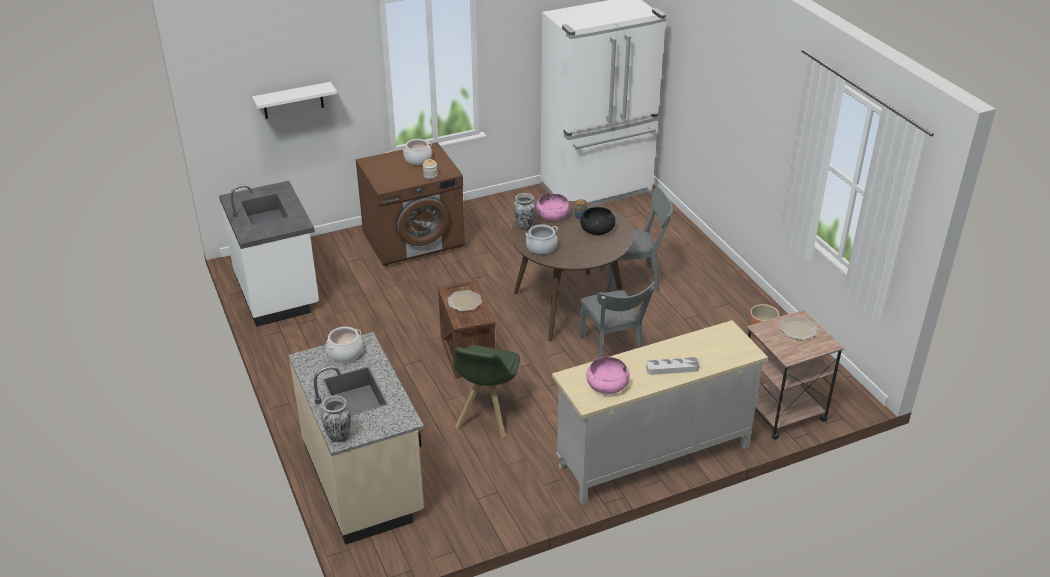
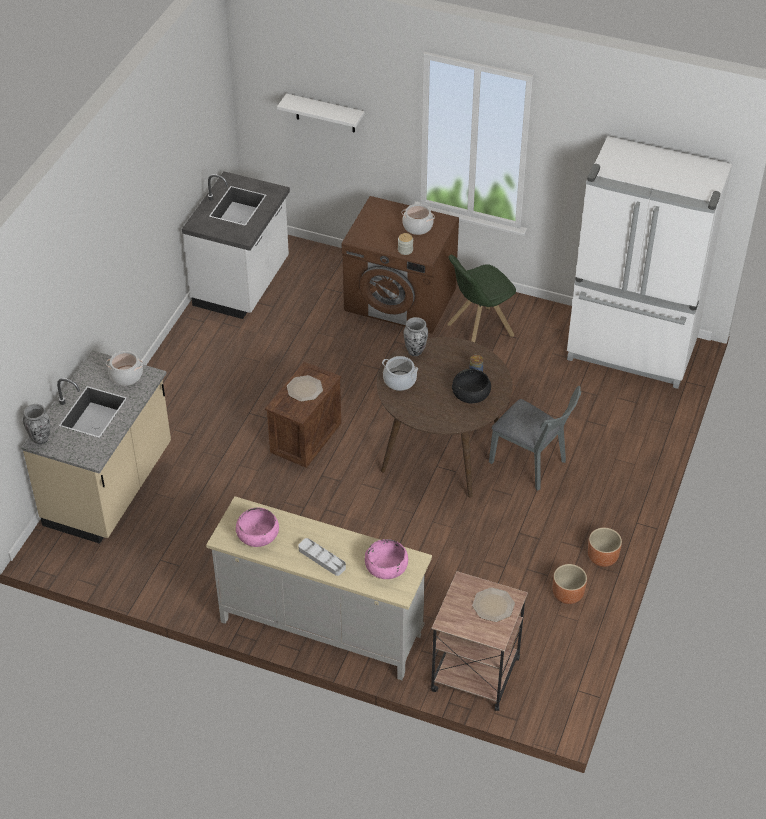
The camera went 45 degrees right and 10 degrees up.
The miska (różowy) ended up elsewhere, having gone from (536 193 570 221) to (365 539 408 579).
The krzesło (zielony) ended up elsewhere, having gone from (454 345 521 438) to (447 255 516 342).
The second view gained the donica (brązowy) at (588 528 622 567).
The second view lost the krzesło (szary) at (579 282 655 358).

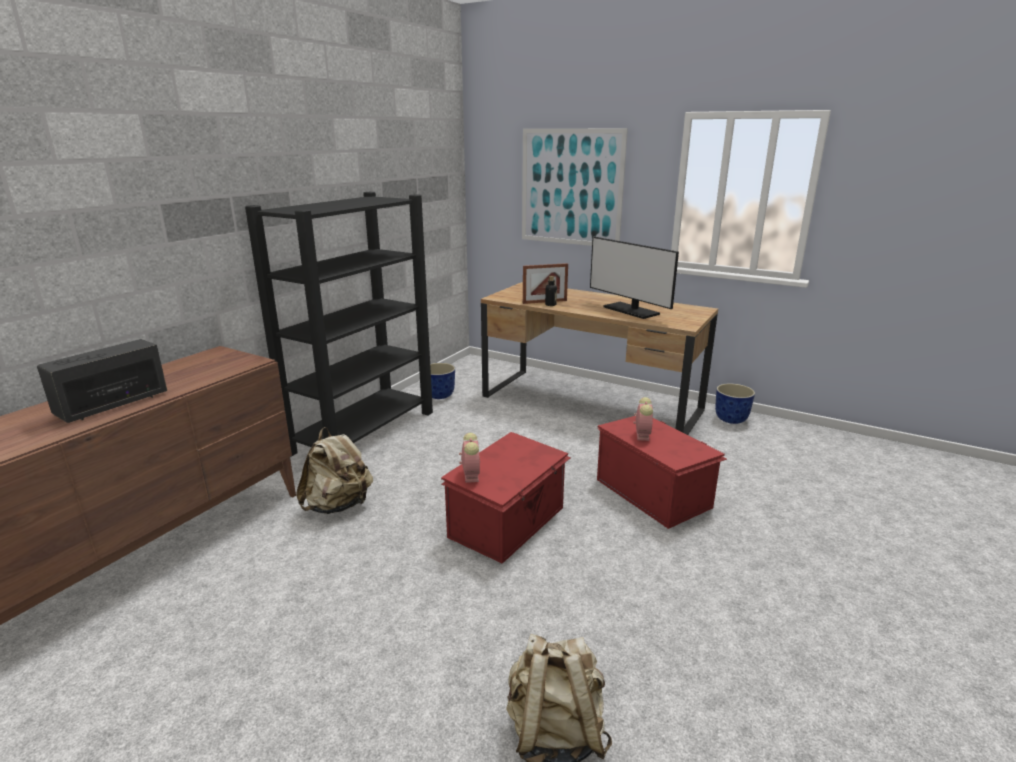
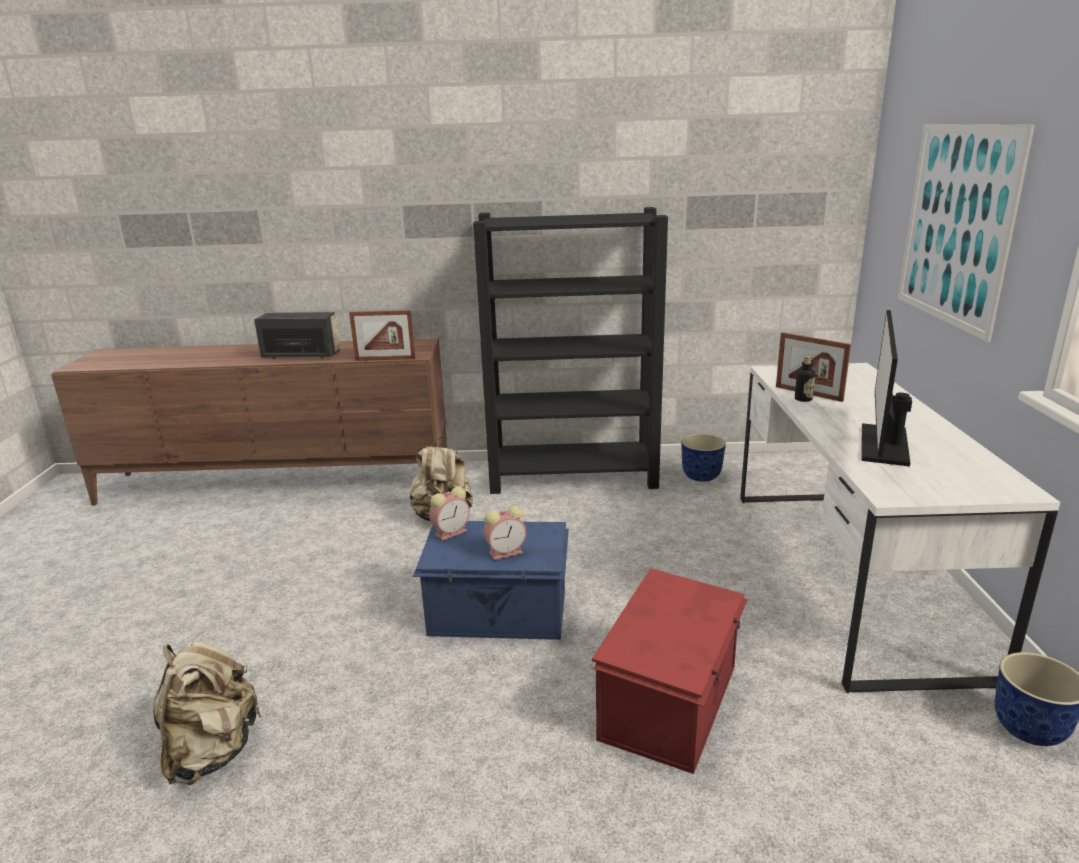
The camera went 60 degrees right and 0 degrees up.
The second view gained the ramka na zdjęcie at (349 310 416 361).
What was the pojemnik do przechowywania (czerwony) at (441 432 571 564) turned into the pojemnik do przechowywania (niebieski) at (413 521 569 640).
The budzik ended up elsewhere, having gone from (633 397 653 441) to (483 506 526 560).
What was the biurko (brązowy) at (481 282 718 435) turned into the biurko (biały) at (740 363 1060 693).

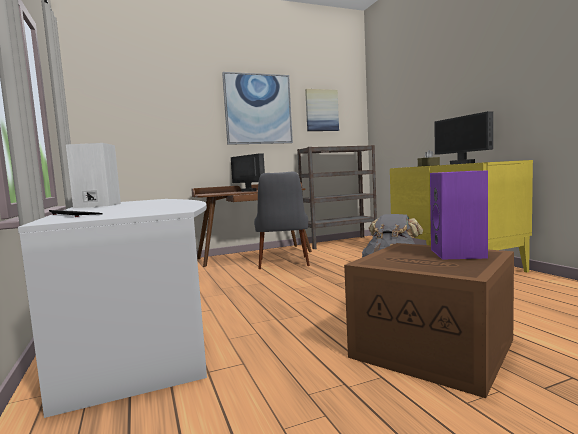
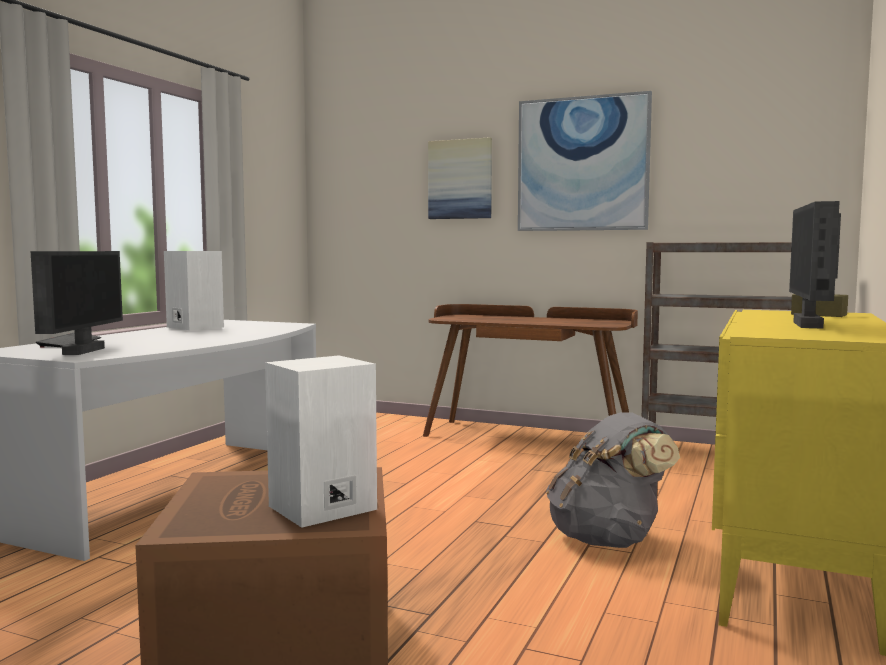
The camera went 45 degrees right and 0 degrees up.
The monitor ended up elsewhere, having gone from (231 154 265 192) to (30 251 123 355).
What was the głośnik (fioletowy) at (430 171 488 260) turned into the głośnik (biały) at (265 355 377 528).
The obraz ended up elsewhere, having gone from (305 89 339 131) to (428 137 492 219).
The second view lost the krzesło (szary) at (254 172 310 269).

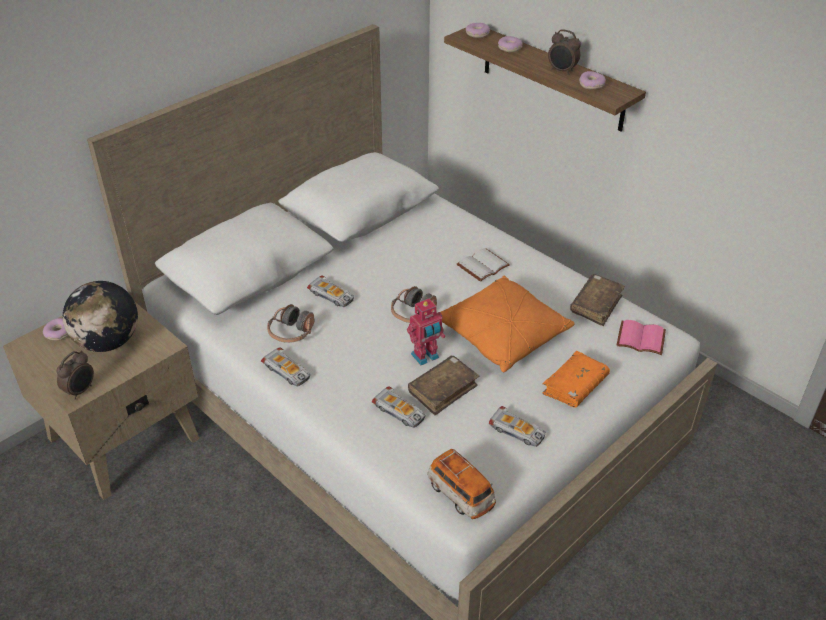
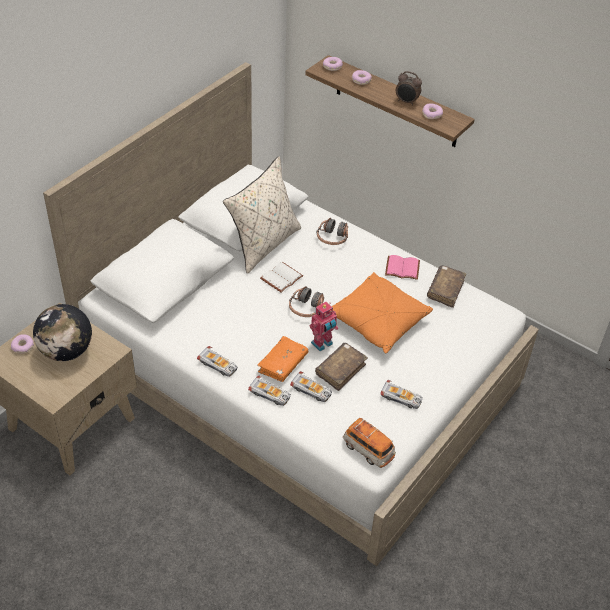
The camera went 10 degrees left and 5 degrees up.
The second view gained the poduszka (beżowy) at (223 156 301 274).
The samochodzik ended up elsewhere, having gone from (307 275 354 307) to (248 376 291 406).
The książka (pomarańczowy) ended up elsewhere, having gone from (542 351 610 408) to (257 336 308 382).
The książka (biały) ended up elsewhere, having gone from (457 248 510 282) to (260 262 303 292).
The słuchawki ended up elsewhere, having gone from (267 304 315 343) to (316 218 348 245).
The książka (różowy) ended up elsewhere, having gone from (617 320 666 355) to (385 255 420 280).
The second view lost the budzik at (57 351 94 399).

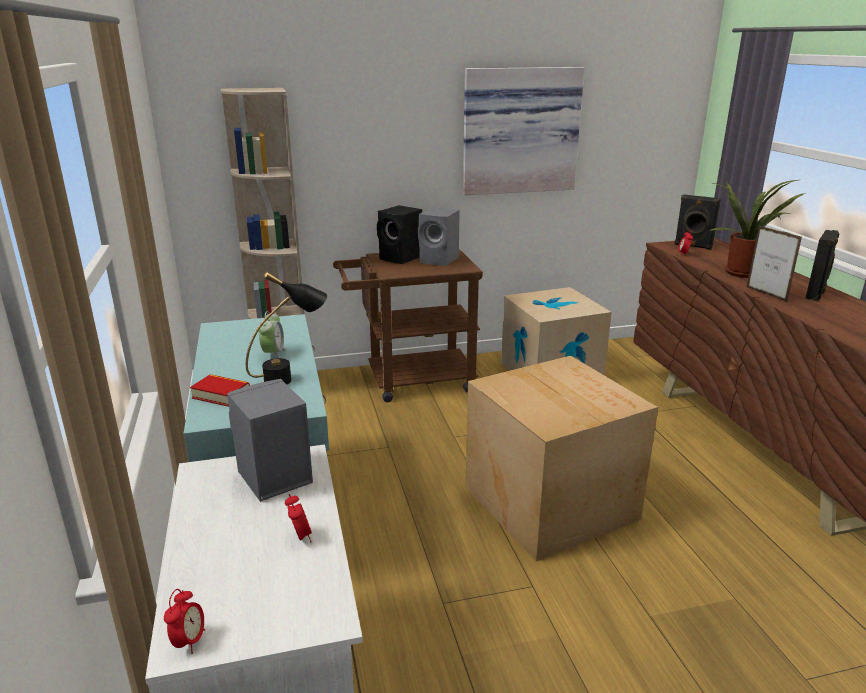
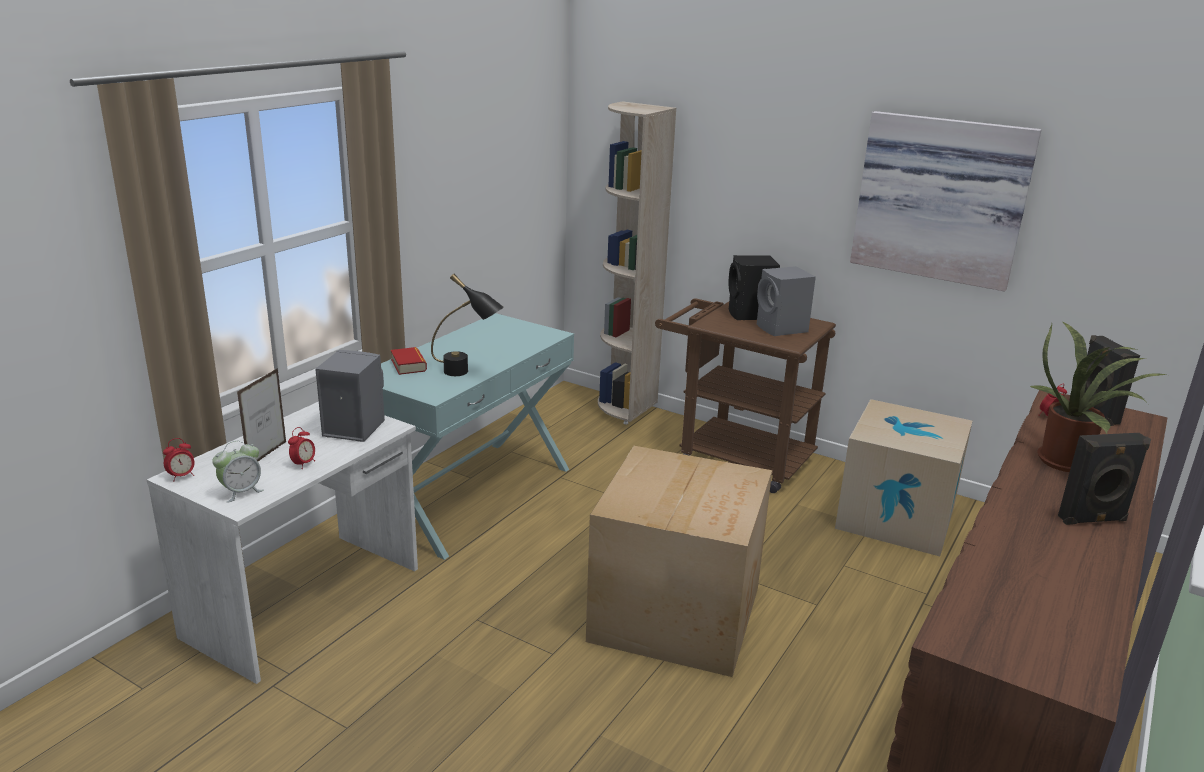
The camera went 45 degrees right and 0 degrees up.
The budzik ended up elsewhere, having gone from (259 311 286 358) to (212 441 264 503).
The ramka na zdjęcie ended up elsewhere, having gone from (747 226 802 302) to (237 368 287 461).

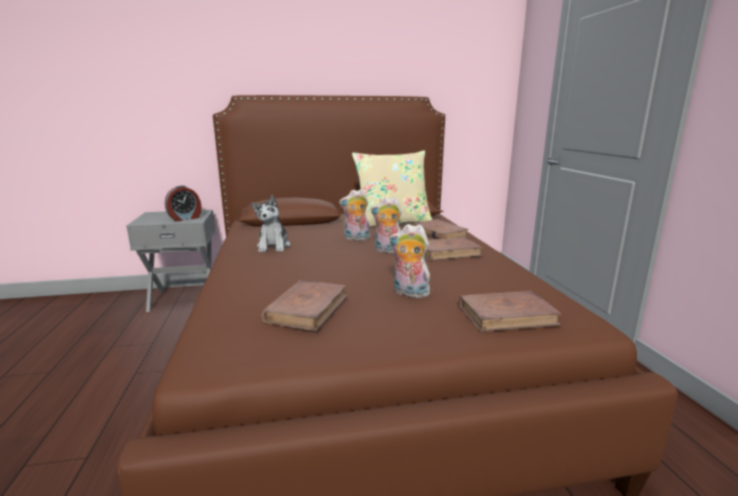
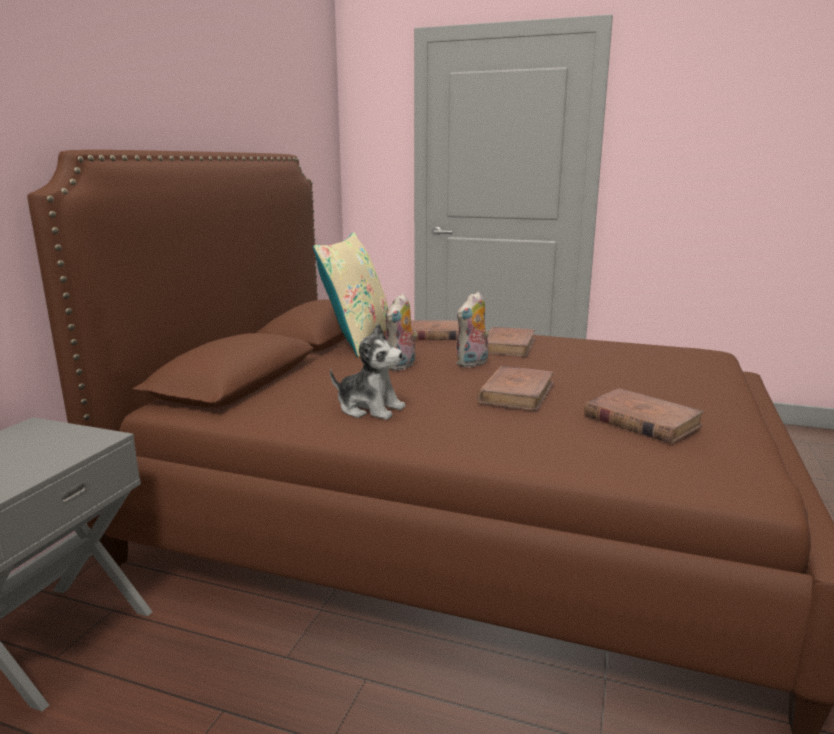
The camera went 60 degrees left and 0 degrees up.
The książka (brązowy) ended up elsewhere, having gone from (459 291 562 332) to (477 366 554 411).
The second view lost the budzik at (165 186 202 221).
The second view lost the pluszak at (389 224 430 298).

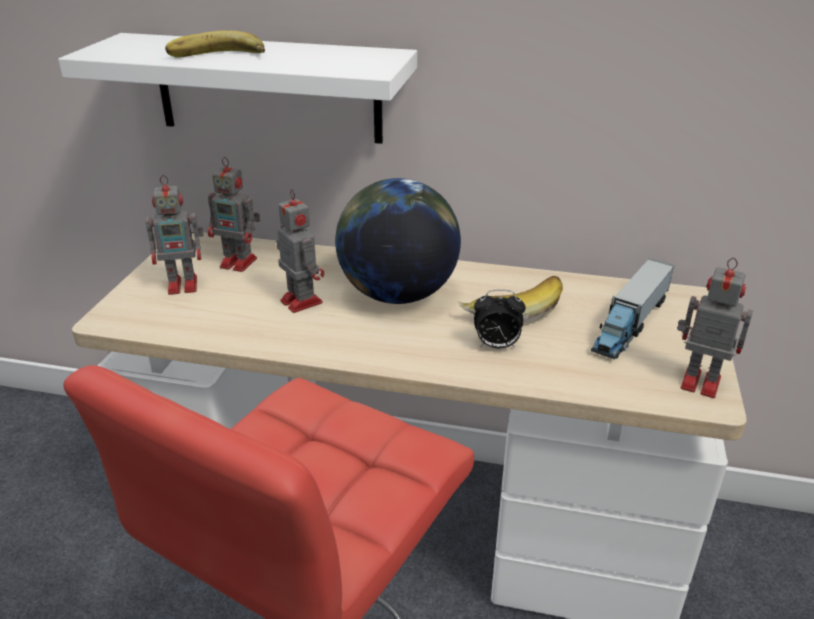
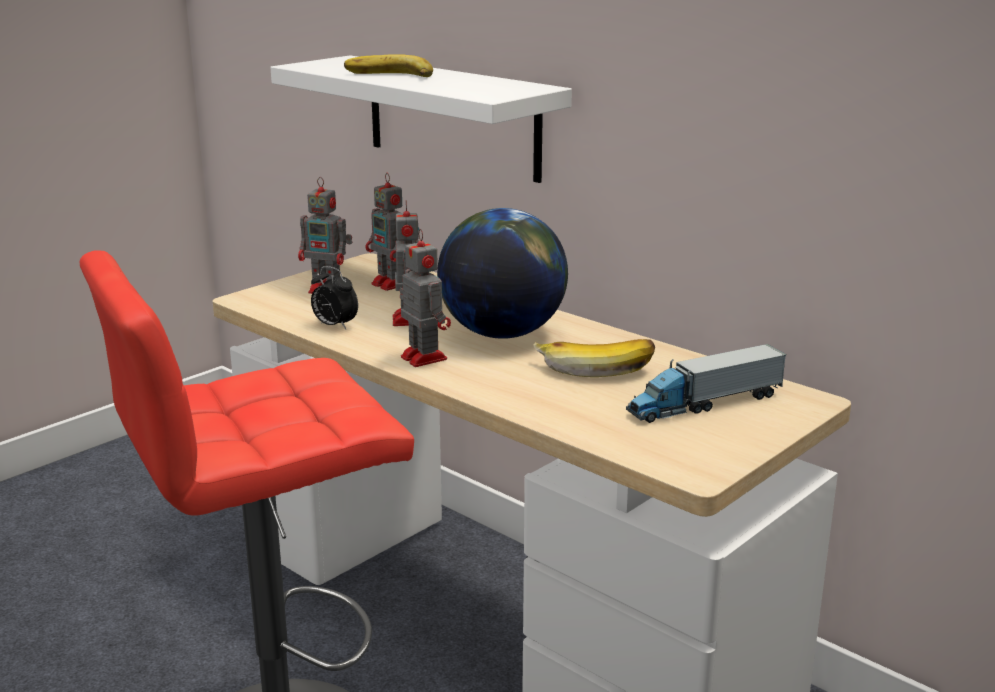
The camera went 30 degrees right and 10 degrees down.
The budzik ended up elsewhere, having gone from (474 289 526 348) to (311 266 358 329).
The robot zabawkowy ended up elsewhere, having gone from (677 258 753 398) to (400 229 451 367).

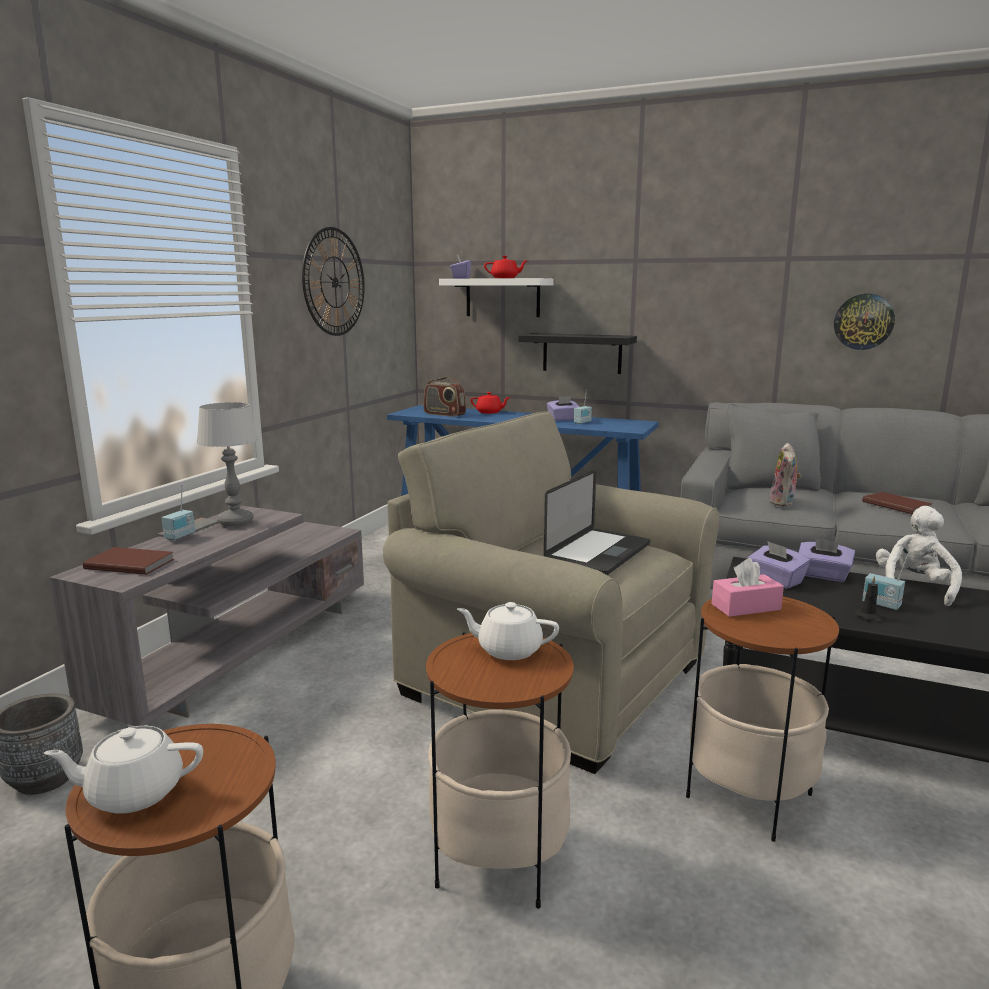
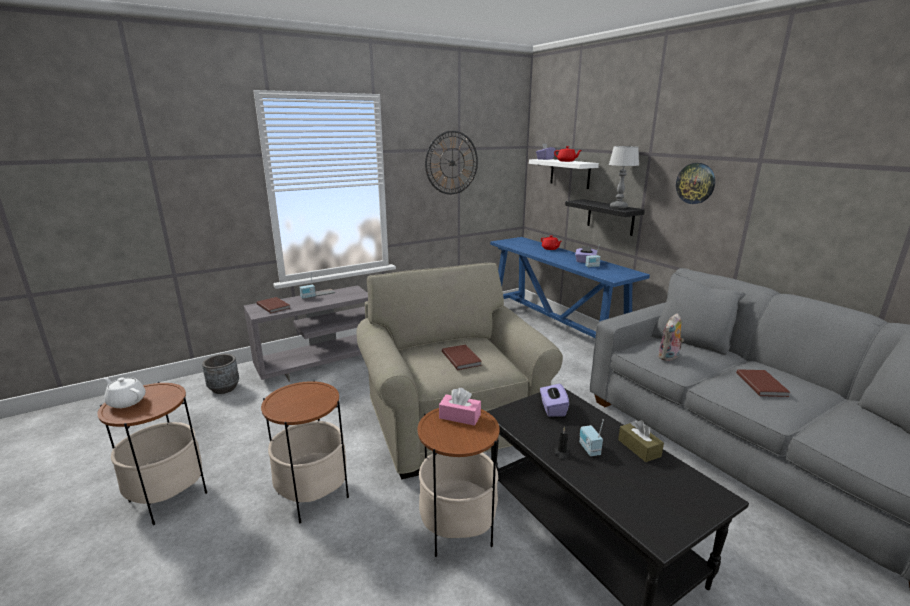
The camera went 35 degrees right and 5 degrees up.
Where the laptop stood at (544 470 650 575), the książka (brązowy) came to stand at (442 344 482 370).
The lampa stołowa ended up elsewhere, having gone from (197 402 258 526) to (609 146 639 209).
Where the pluszak (biały) stood at (876 506 962 606), the pudełko chusteczek (brązowy) came to stand at (618 420 664 462).
The zegar ścienny ended up elsewhere, having gone from (834 294 895 350) to (676 163 715 204).
The second view lost the radio at (423 377 466 417).
The second view lost the imbryk (biały) at (457 602 559 660).
The second view lost the pudełko chusteczek (fioletowy) at (798 538 855 582).

